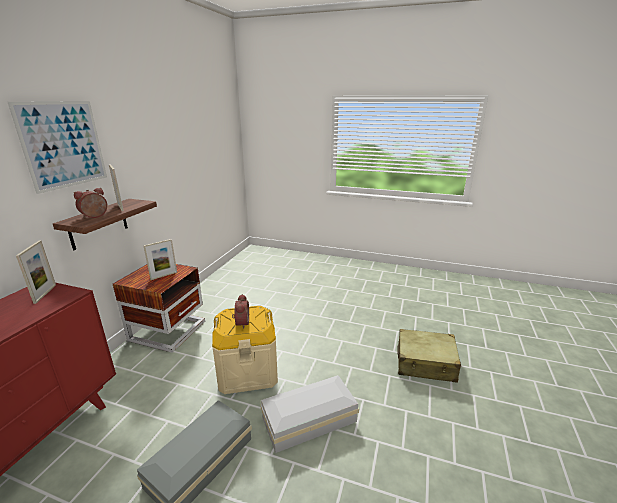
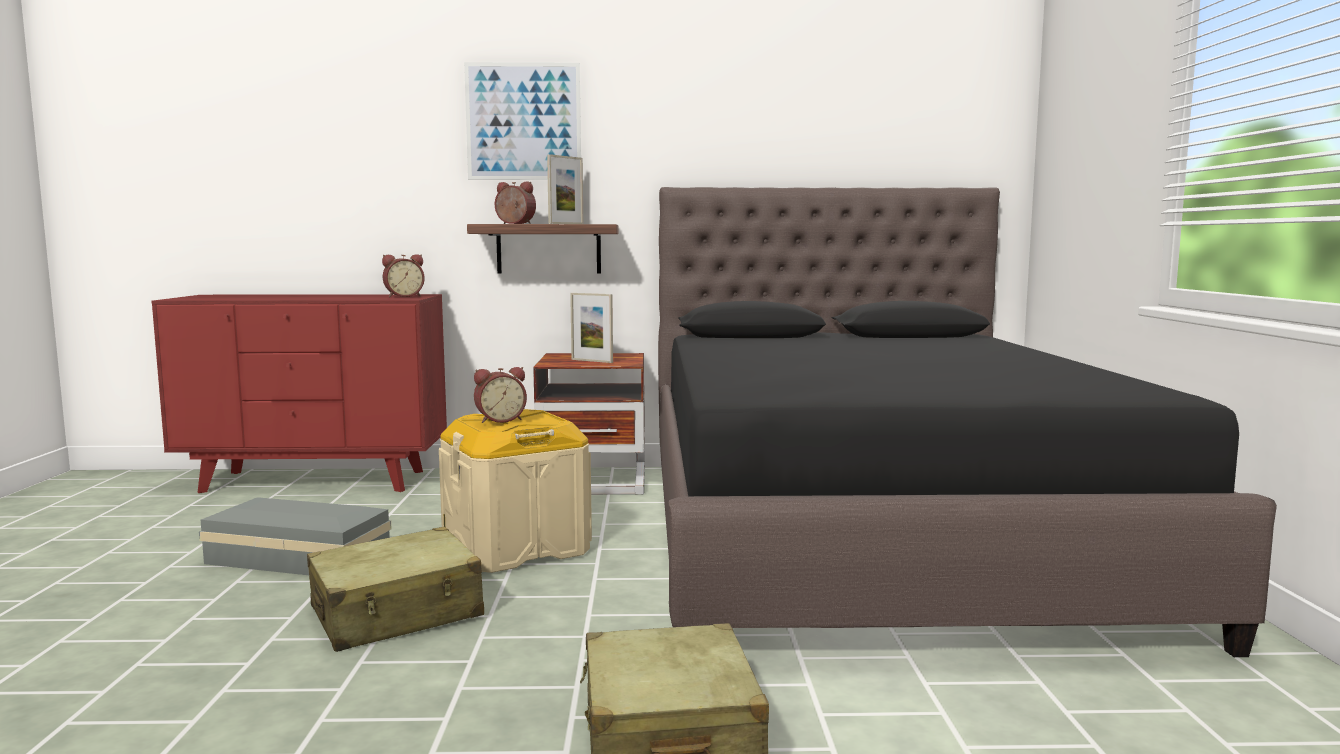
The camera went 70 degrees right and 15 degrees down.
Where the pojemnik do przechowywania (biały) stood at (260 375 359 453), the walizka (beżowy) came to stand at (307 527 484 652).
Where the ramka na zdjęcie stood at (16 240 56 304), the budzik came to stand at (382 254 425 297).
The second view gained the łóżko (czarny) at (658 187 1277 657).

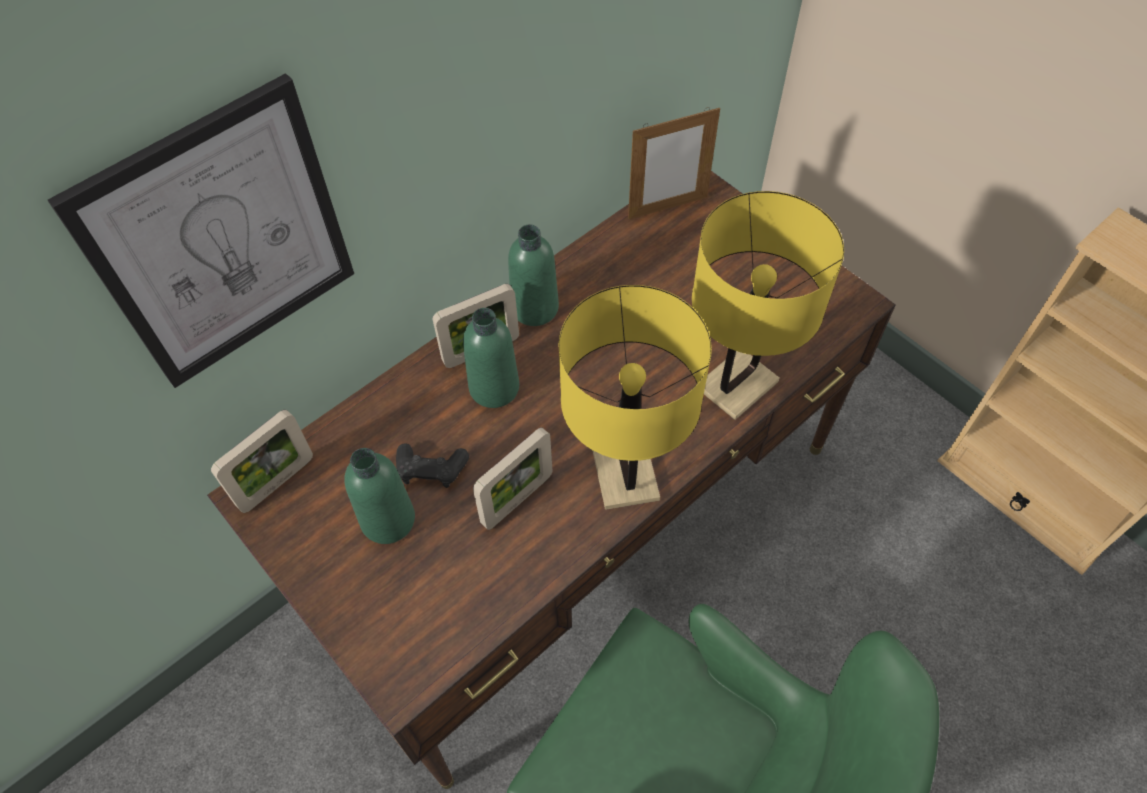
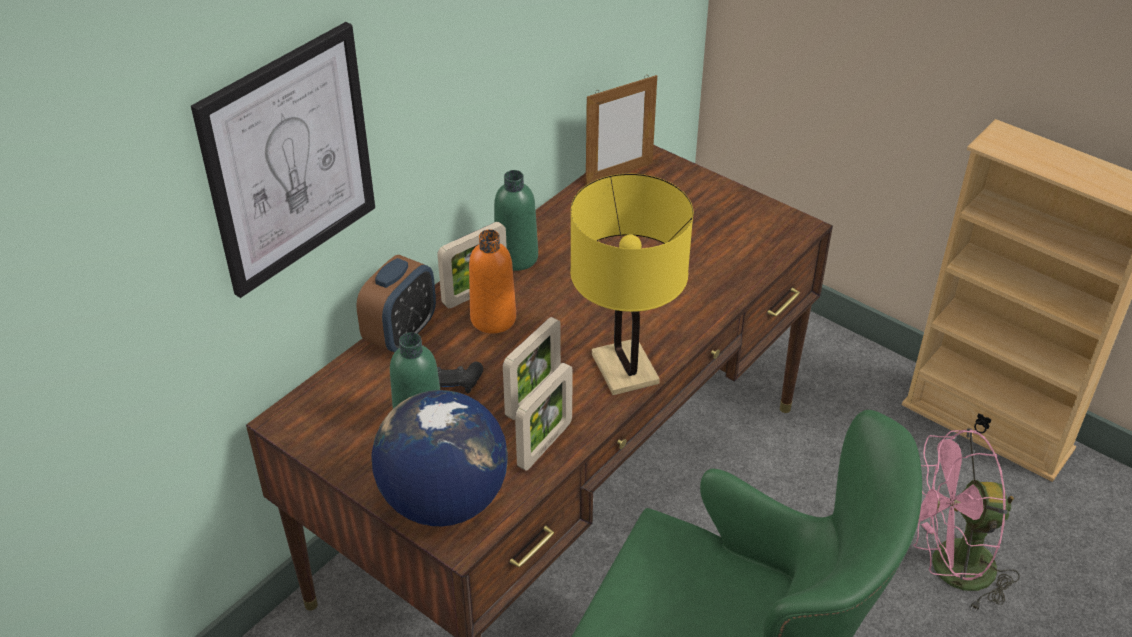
The camera went 10 degrees left and 15 degrees down.
The second view gained the budzik at (356 255 436 352).
The second view gained the globus at (372 390 508 526).
What was the butelka (zielony) at (463 308 519 408) turned into the butelka (pomarańczowy) at (469 230 516 334).
The ramka na zdjęcie ended up elsewhere, having gone from (211 410 313 513) to (515 363 572 471).
The second view gained the wentylator (różowy) at (913 428 1020 612).
The second view lost the lampa stołowa (żółty) at (692 191 844 420).

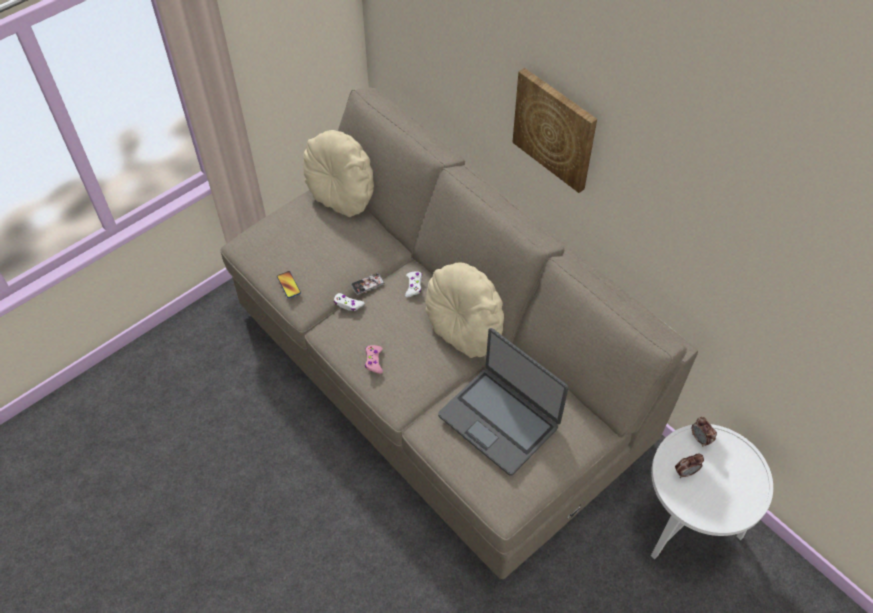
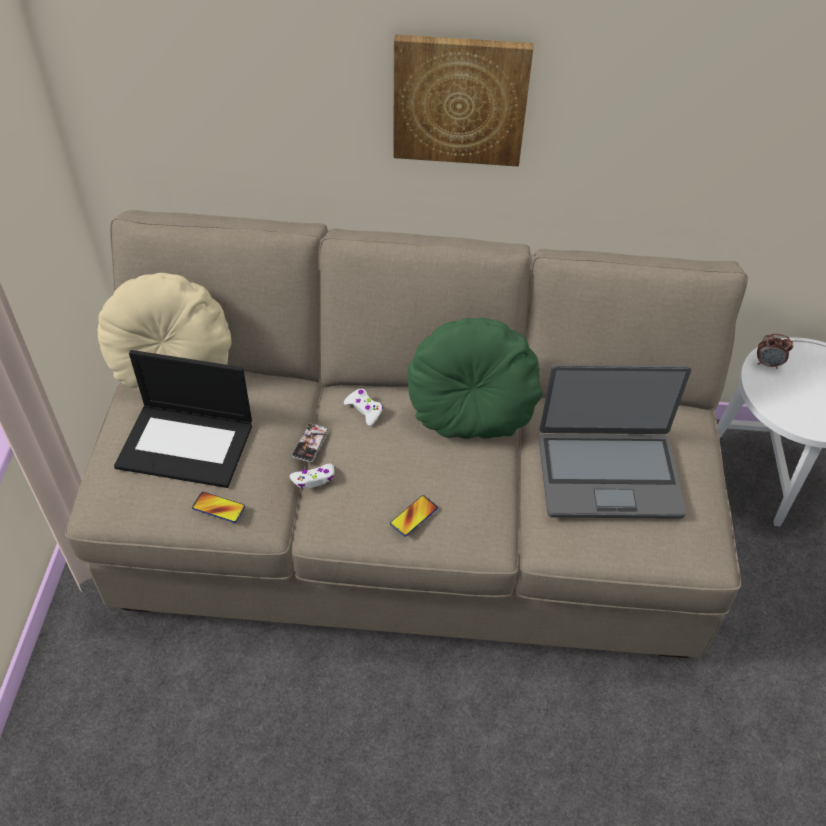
The camera went 45 degrees left and 5 degrees down.
The second view gained the laptop at (114 350 252 488).
Where the pad do gier (różowy) stood at (365 345 383 374), the telefon came to stand at (390 495 438 536).
What was the poduszka (beżowy) at (425 263 504 358) turned into the poduszka (zielony) at (407 318 543 439).
The second view lost the budzik at (675 454 704 478).

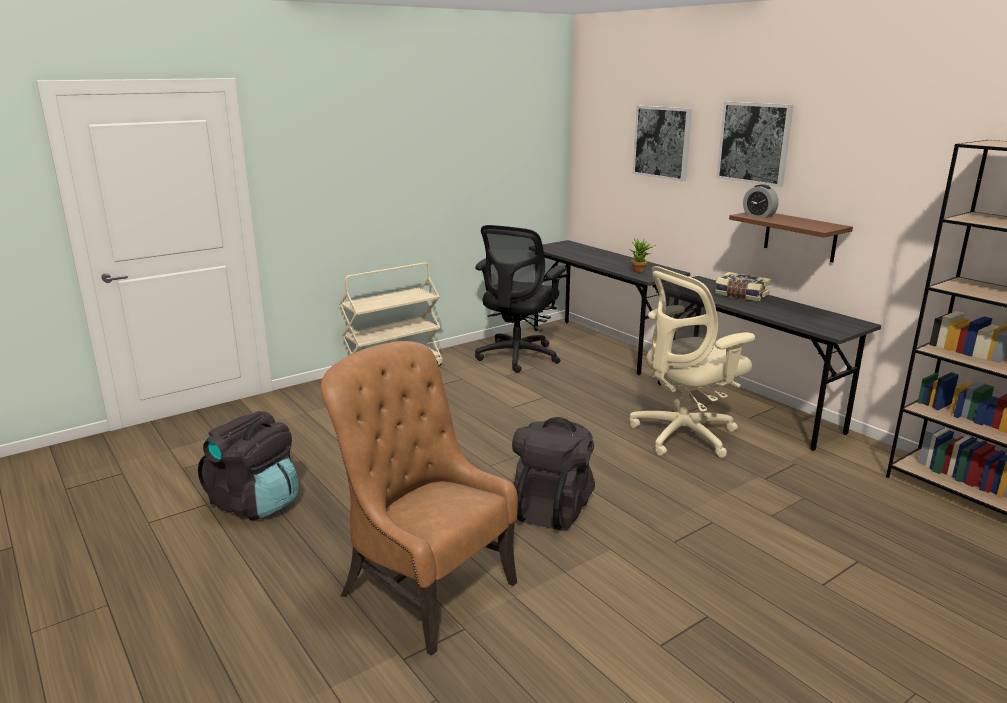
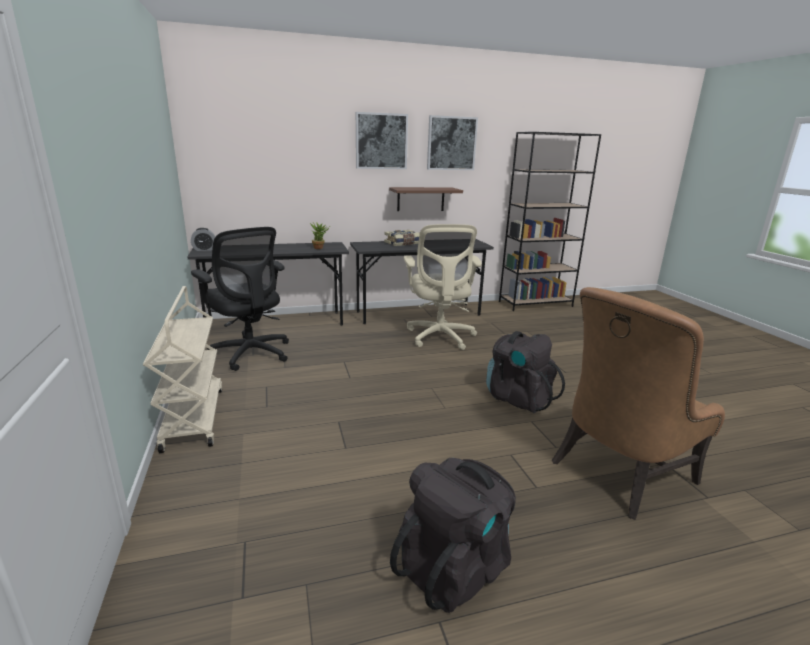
The camera went 70 degrees left and 0 degrees up.
The budzik ended up elsewhere, having gone from (743 184 779 218) to (191 228 216 251).
The obraz ended up elsewhere, having gone from (632 106 692 181) to (427 115 478 170).

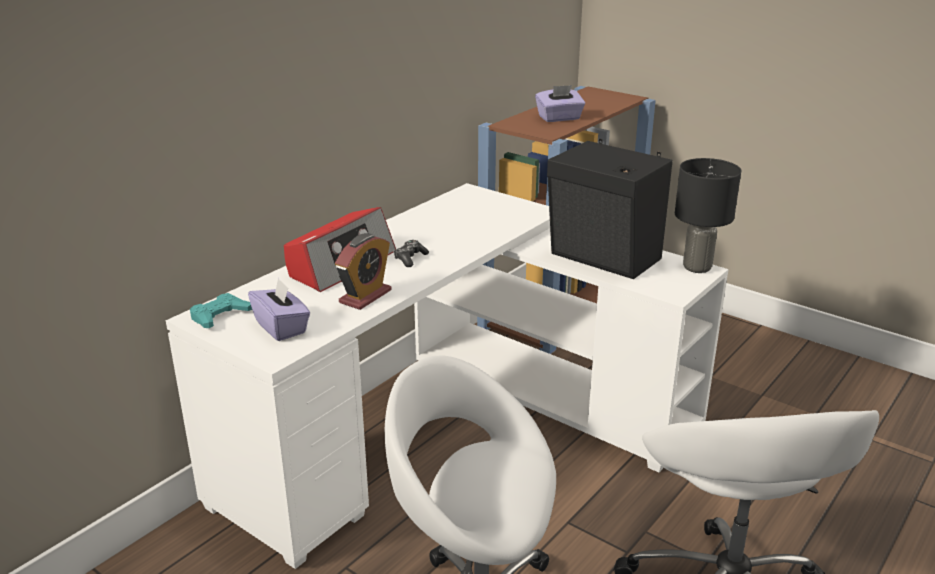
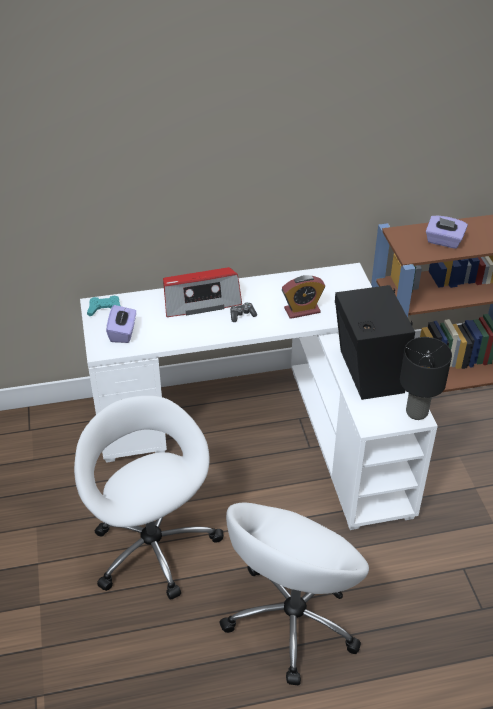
The camera went 40 degrees right and 15 degrees up.
The budzik ended up elsewhere, having gone from (335 233 392 310) to (282 275 325 319).

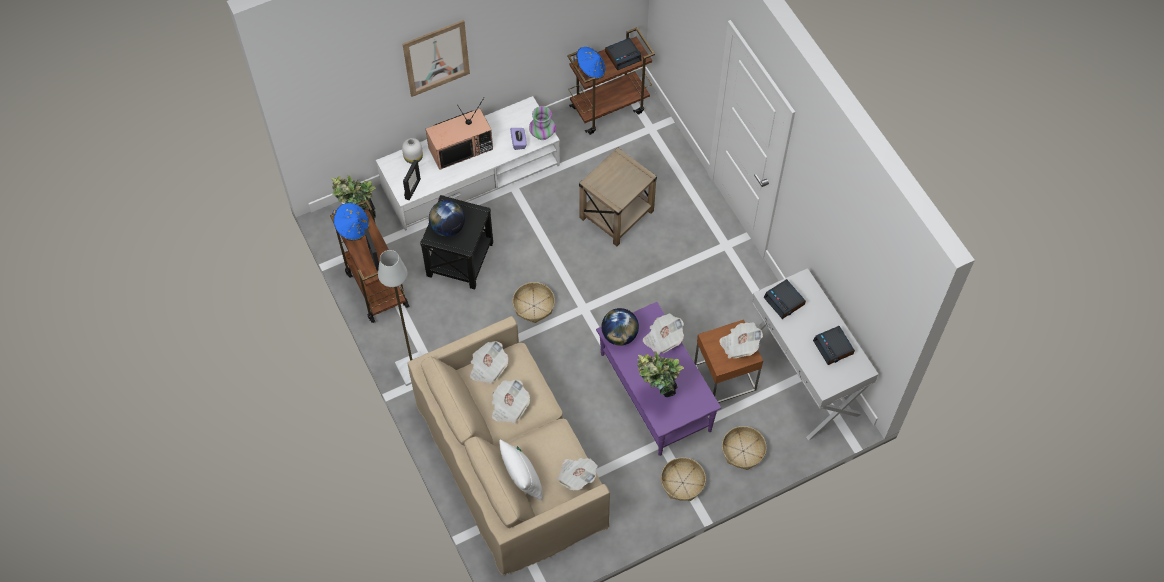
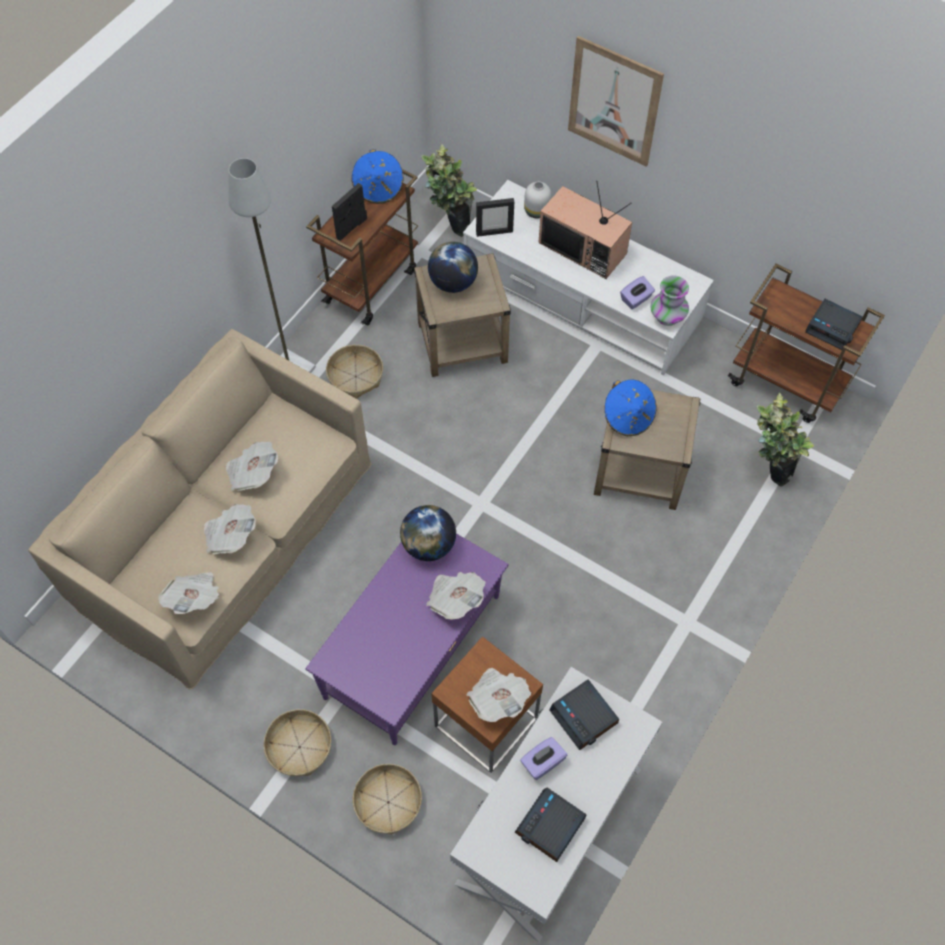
The camera went 60 degrees right and 0 degrees up.
The gazeta ended up elsewhere, having gone from (470 341 508 384) to (204 504 256 554).
The koszyk ended up elsewhere, having gone from (512 282 555 323) to (326 345 383 399).
What was the stolik (czarny) at (420 195 493 289) turned into the stolik (beżowy) at (414 253 511 377).
The second view gained the pudełko chusteczek (fioletowy) at (520 737 568 780).
The budzik at (764 279 806 319) ended up facing another way, 60 degrees counterclockwise from before.
The kapelusz (niebieski) ended up elsewhere, having gone from (573 47 606 79) to (605 380 657 436).
The roślina doniczkowa ended up elsewhere, having gone from (637 352 684 397) to (757 392 814 487).
The second view lost the poduszka (biały) at (499 439 543 501).

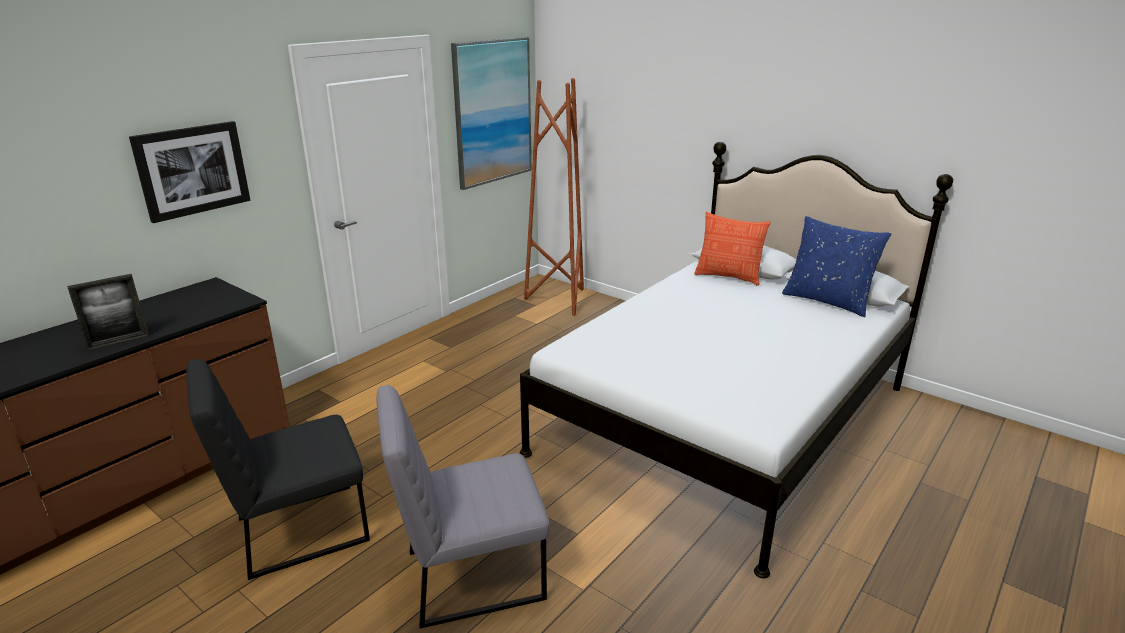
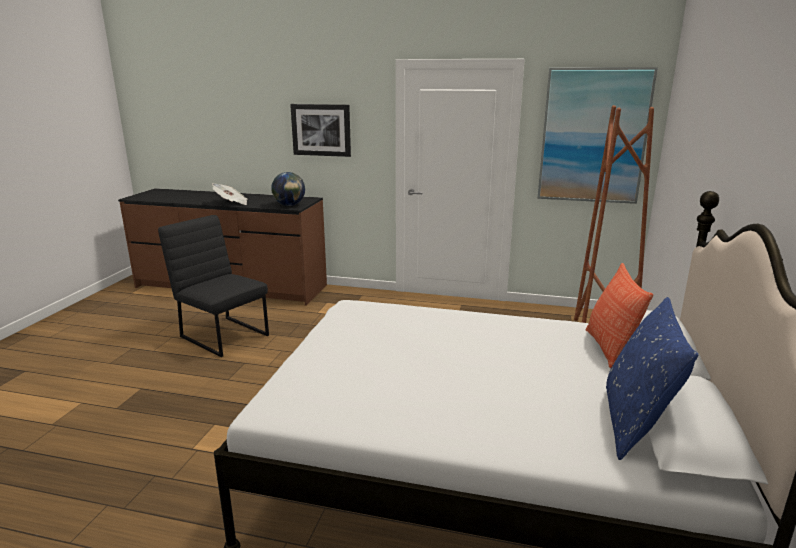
The camera went 65 degrees right and 5 degrees down.
Where the ramka na zdjęcie stood at (67 274 149 351), the gazeta came to stand at (212 183 248 205).
The second view gained the globus at (271 172 305 206).
The second view lost the krzesło (szary) at (377 385 550 629).

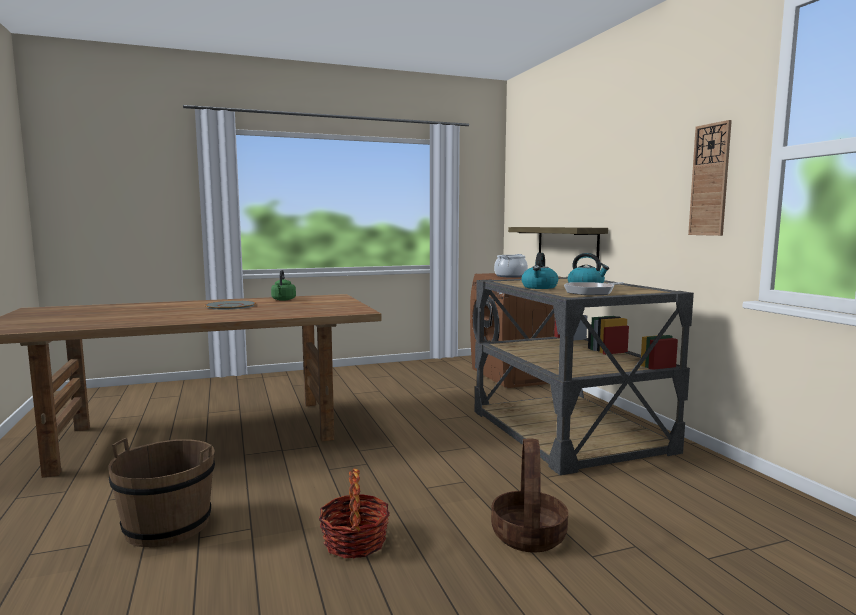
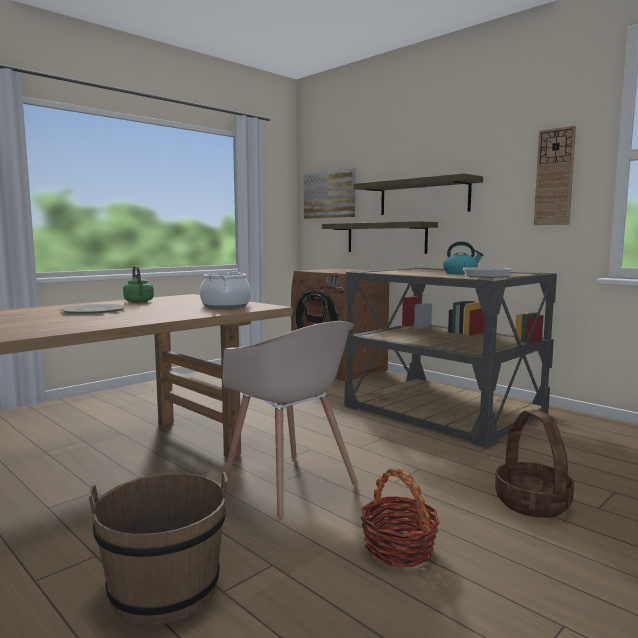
The camera went 25 degrees left and 0 degrees up.
The garnek ended up elsewhere, having gone from (494 254 528 278) to (200 272 251 308).
The second view gained the krzesło (beżowy) at (223 321 358 518).
The second view gained the obraz at (304 168 356 219).
The second view gained the półka at (354 173 483 215).
The second view lost the czajnik at (521 253 558 289).

